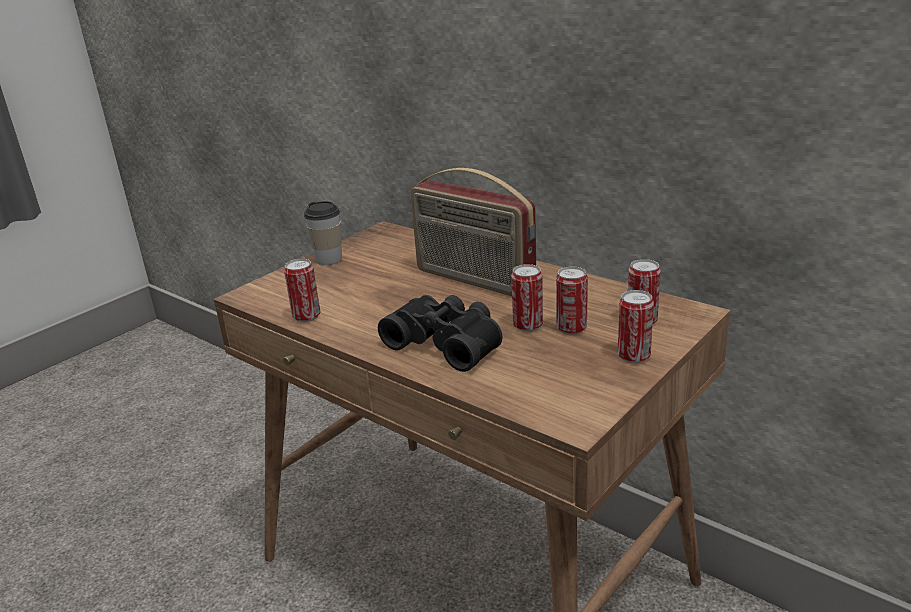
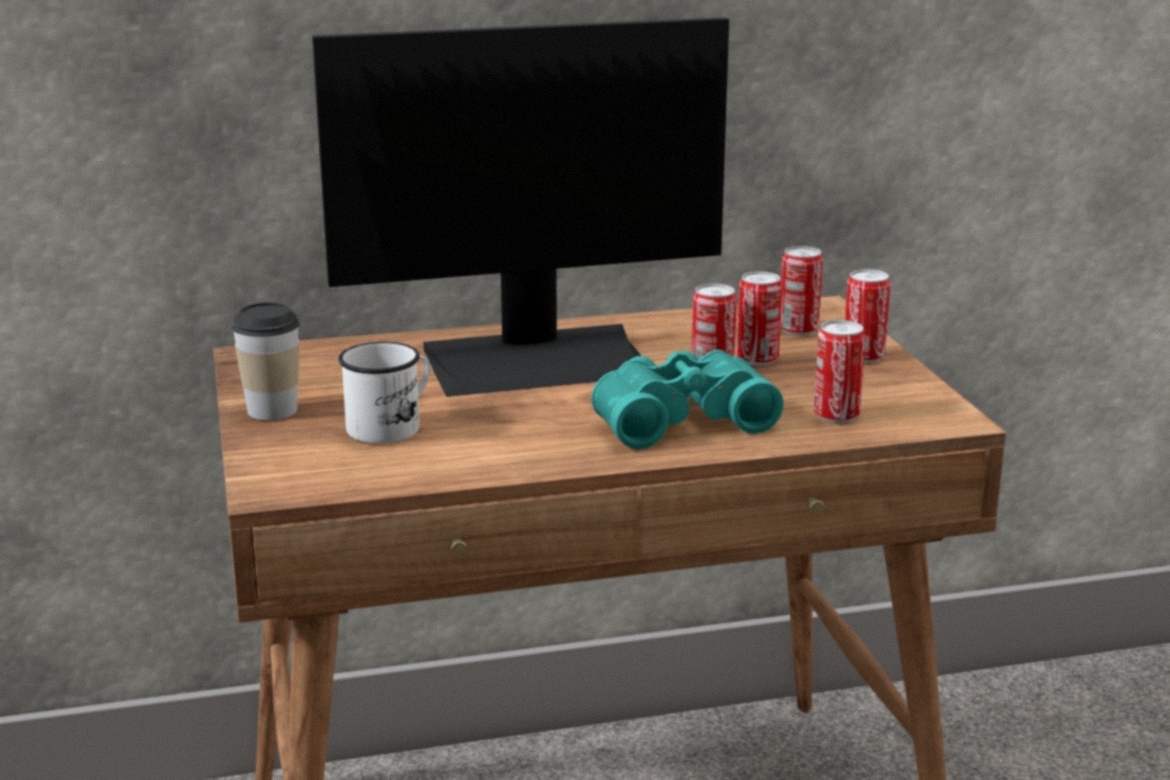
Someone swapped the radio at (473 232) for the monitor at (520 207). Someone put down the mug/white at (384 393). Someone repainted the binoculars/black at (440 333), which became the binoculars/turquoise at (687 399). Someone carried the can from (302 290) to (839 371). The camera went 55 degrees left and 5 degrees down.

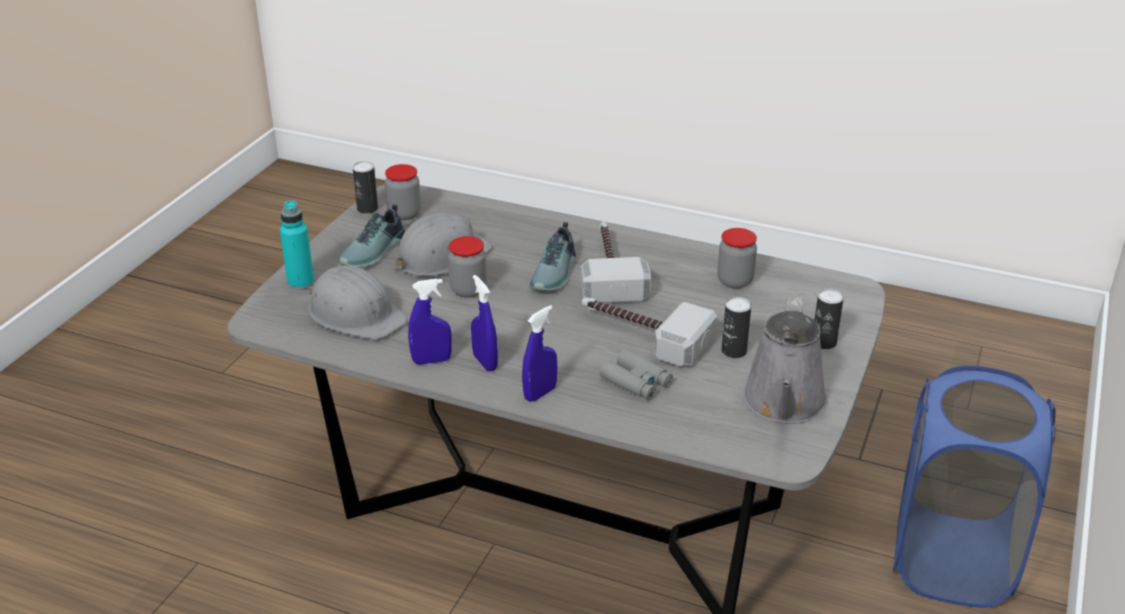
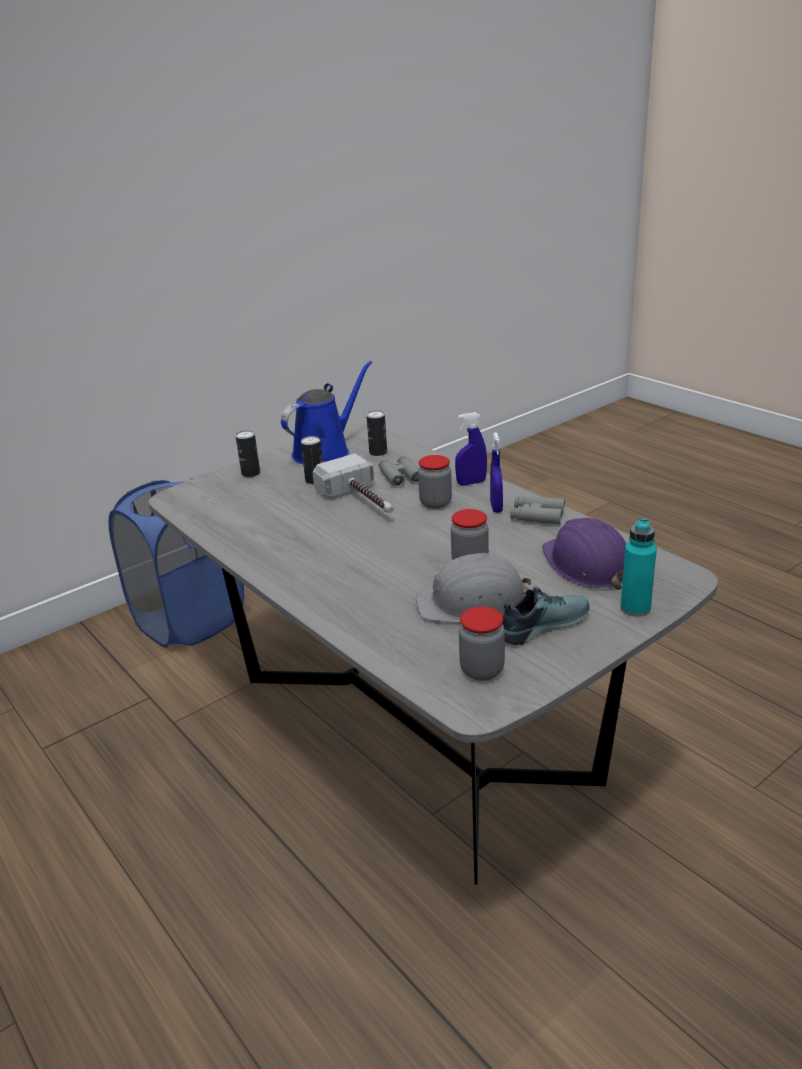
Someone repainted the watering can/grey at (784 360), which became the watering can/blue at (326 412). Someone carried the can from (365 187) to (376 433). Someone carried the jar from (737 258) to (435 482). Someone swapped the spray bottle/blue at (430 322) for the binoculars/grey at (537 510). Someone repainted the hard hat/grey at (357 303), which became the hard hat/purple at (584 554). Someone took away the shoe at (552 256). Someone took away the hammer at (616 262). The camera went 150 degrees left and 5 degrees down.

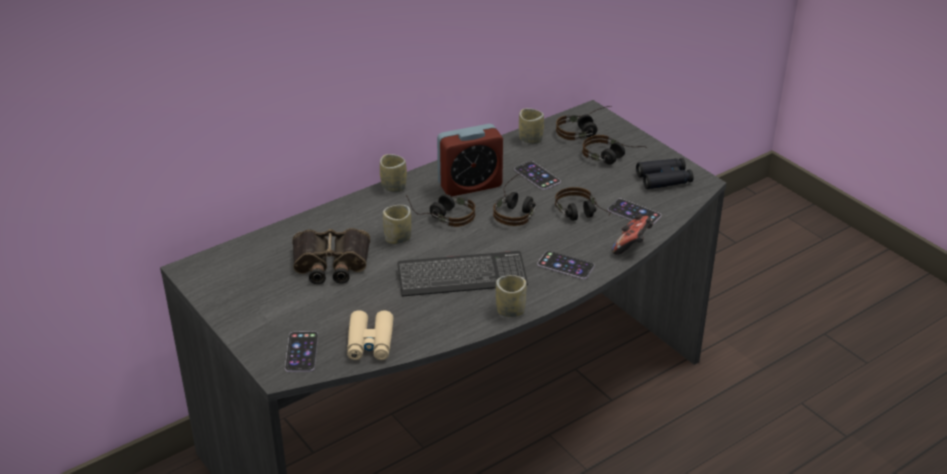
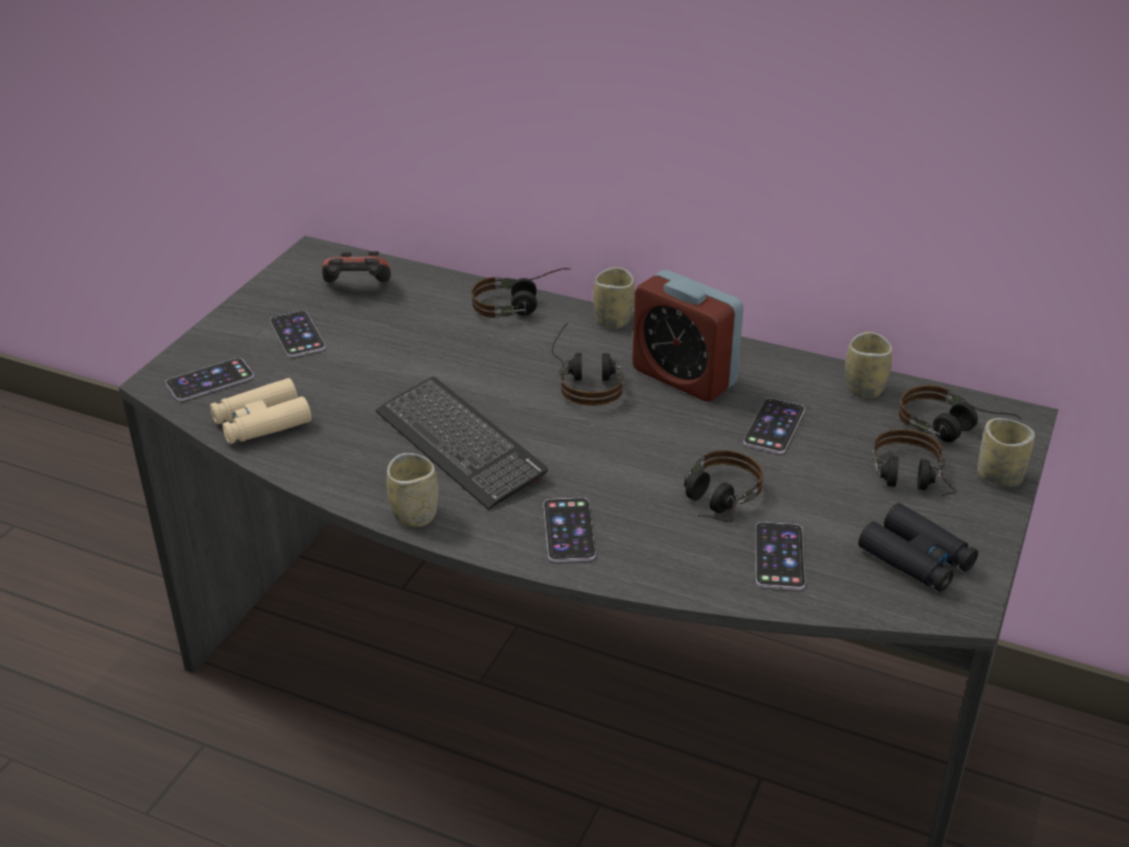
Someone put down the phone at (297 334). Someone carried the game controller from (632 234) to (356 267). Someone carried the headphones from (514 199) to (521 293). Someone carried the cup from (397 224) to (1006 452). Someone took away the binoculars at (331 256). The camera went 60 degrees right and 0 degrees up.

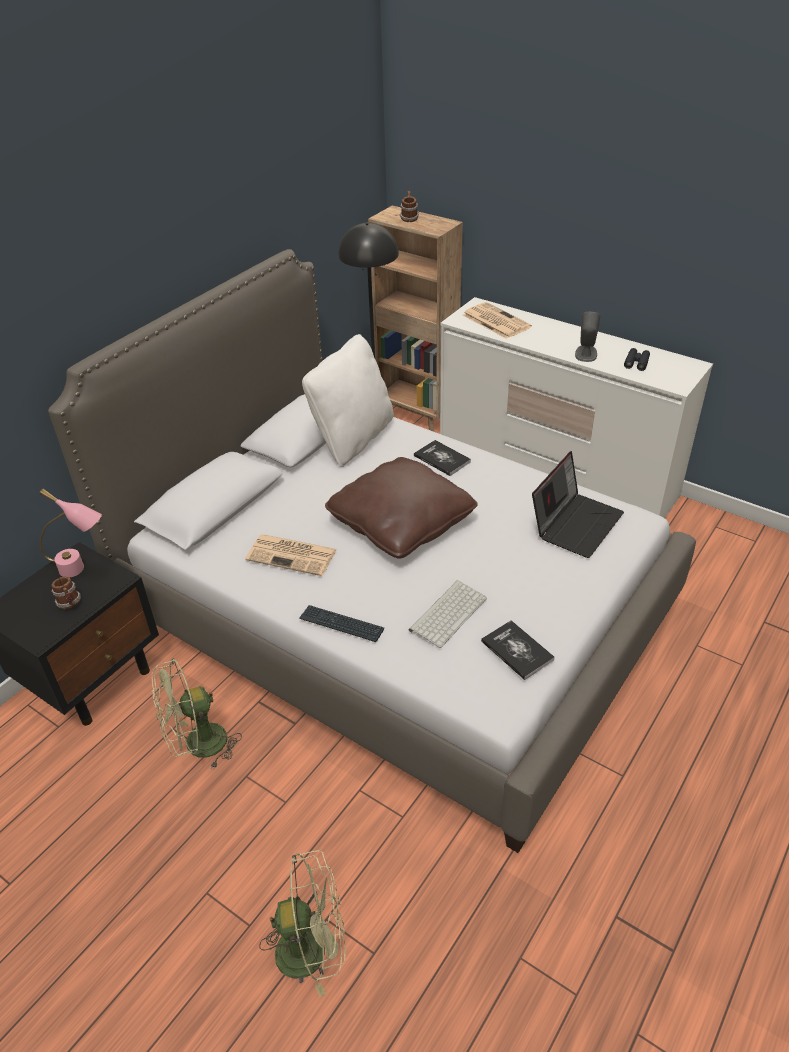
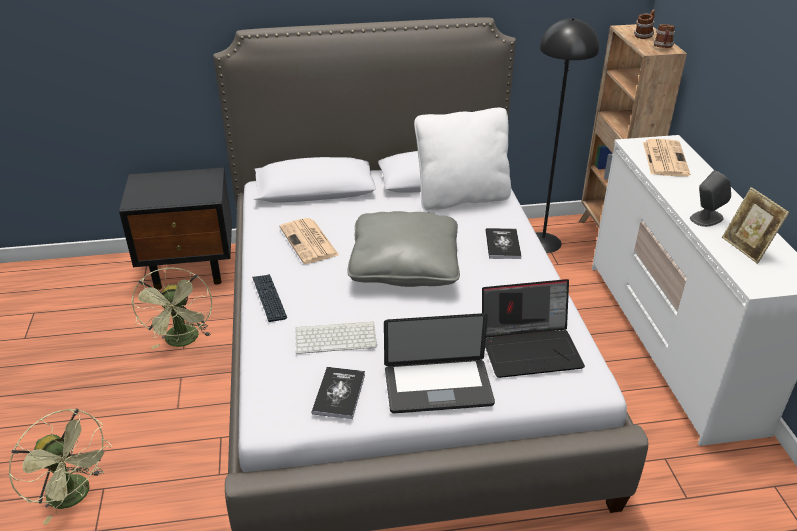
Someone rotated the fan/green at (197 713) by 120 degrees counterclockwise. Someone repainted the pillow/brown at (401 508), which became the pillow/grey at (403 249). Someone put down the laptop at (439 363). Someone carried the mug from (66 593) to (664 36). Someone swapped the binoculars/black at (637 359) for the picture frame at (756 225). Someone took away the table lamp/pink at (70 533). The camera went 45 degrees right and 5 degrees down.

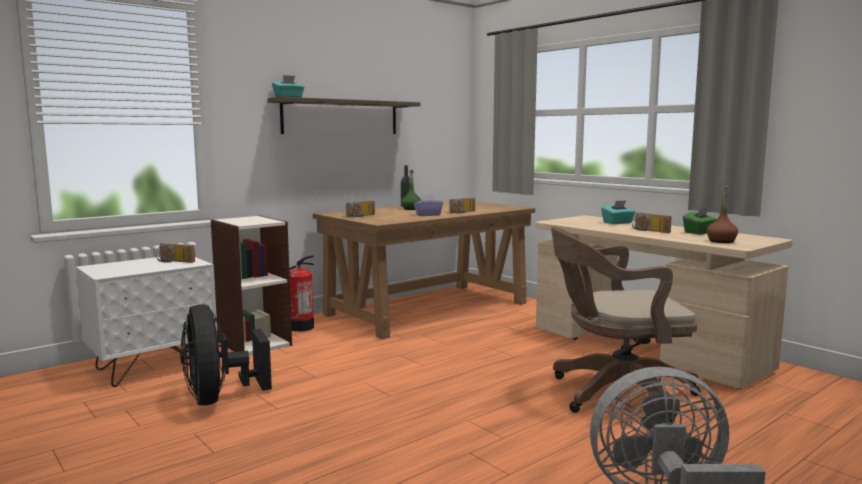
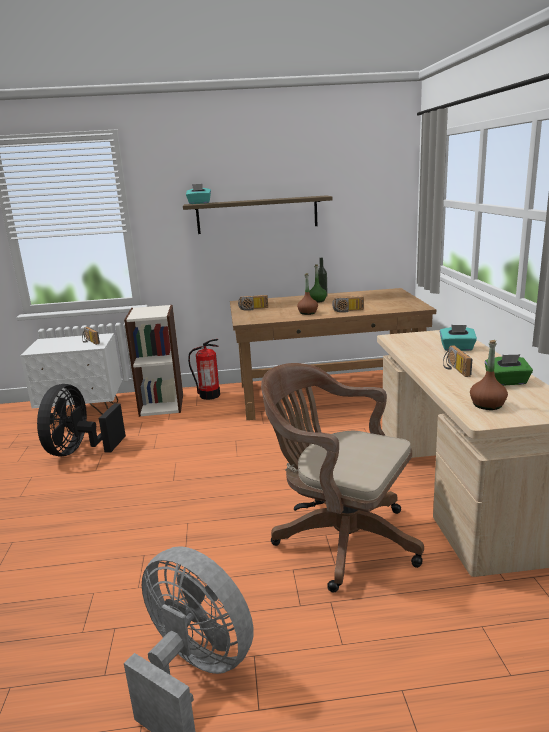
Someone swapped the tissue box/purple at (428 205) for the bottle/brown at (307 294). The camera went 35 degrees right and 10 degrees up.

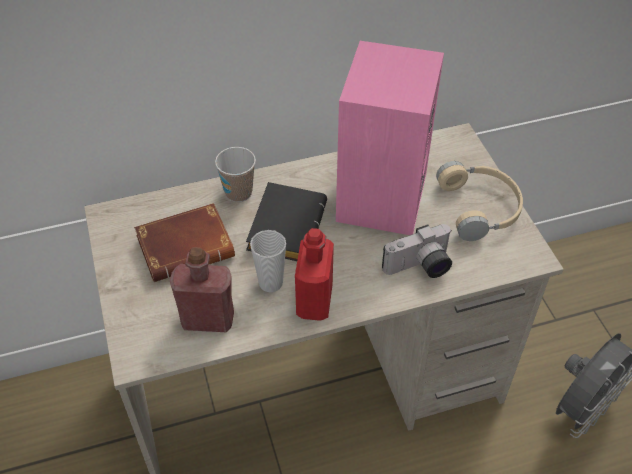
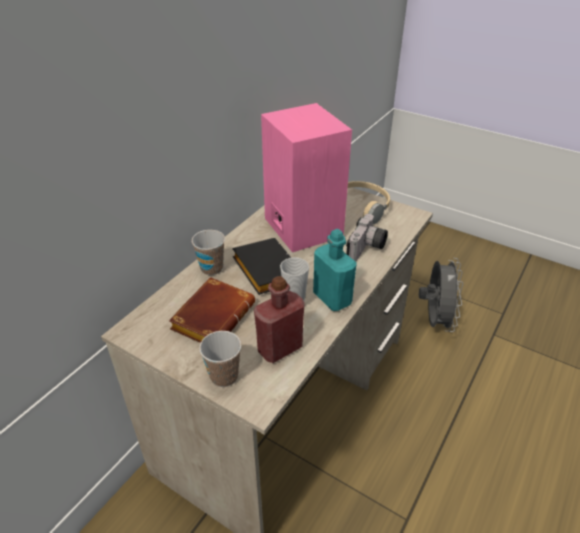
Someone put down the cup at (220 359). Someone repainted the bottle/red at (314 274), which became the bottle/turquoise at (335 270). The camera went 40 degrees left and 10 degrees down.

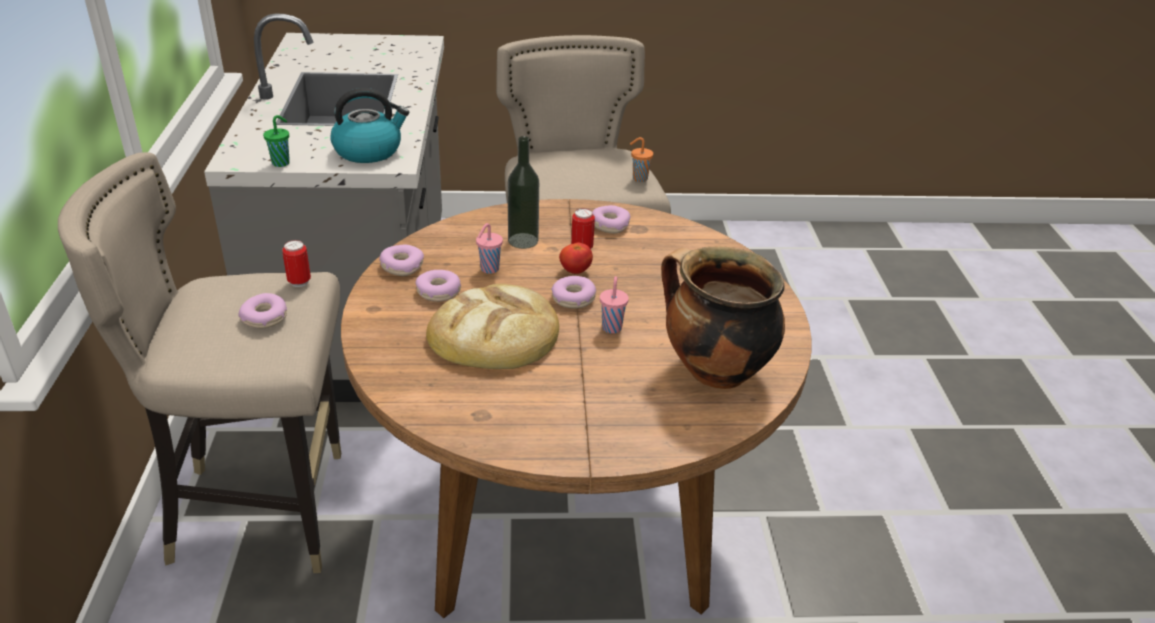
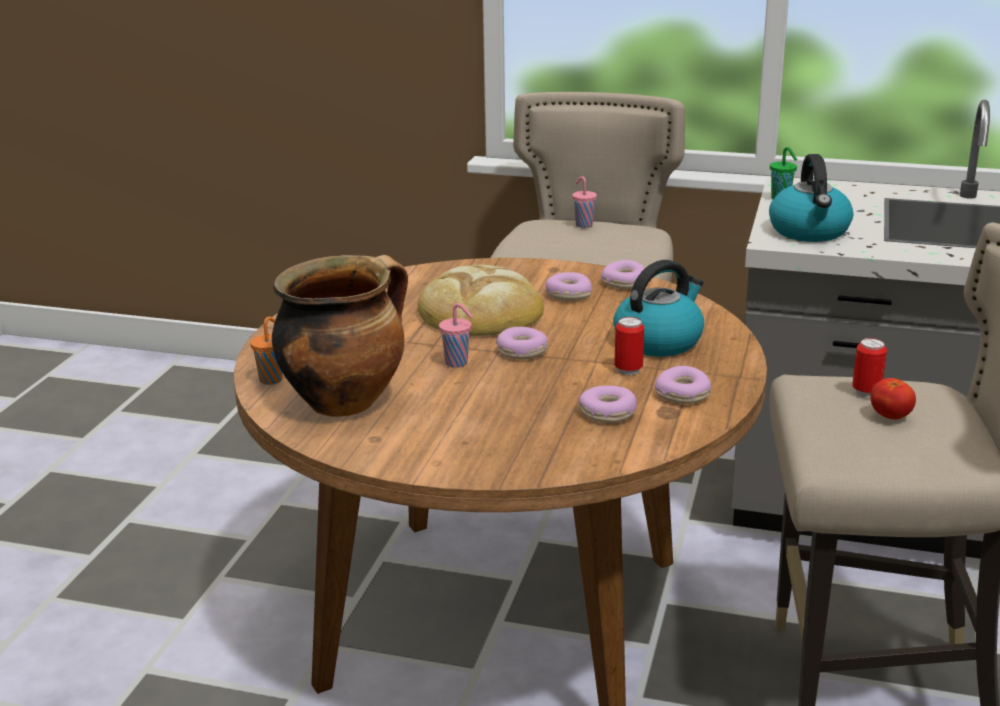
Someone carried the cup/orange from (641 159) to (266 350). Someone carried the cup/pink from (489 248) to (584 202). Someone carried the donut from (262 310) to (608 404). Someone swapped the bottle at (523 192) for the kettle at (658 308). Someone carried the can from (296 263) to (869 367). Someone carried the tomato from (576 258) to (893 398). The camera went 110 degrees right and 10 degrees down.

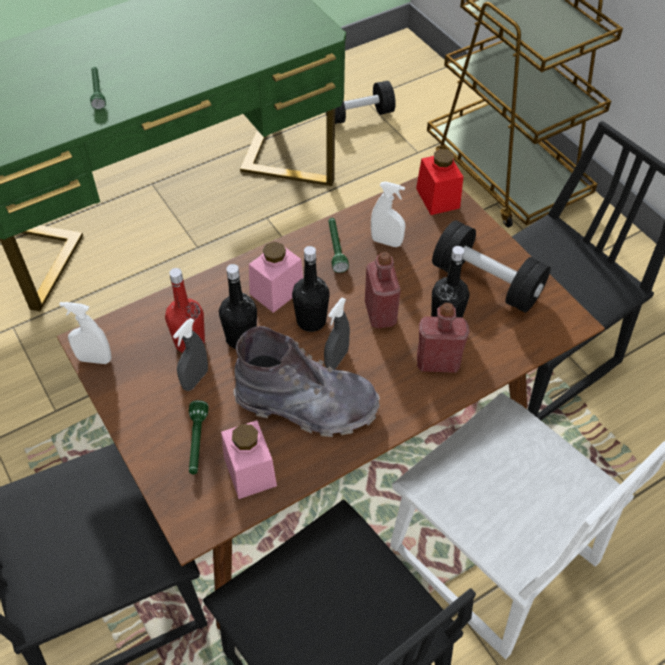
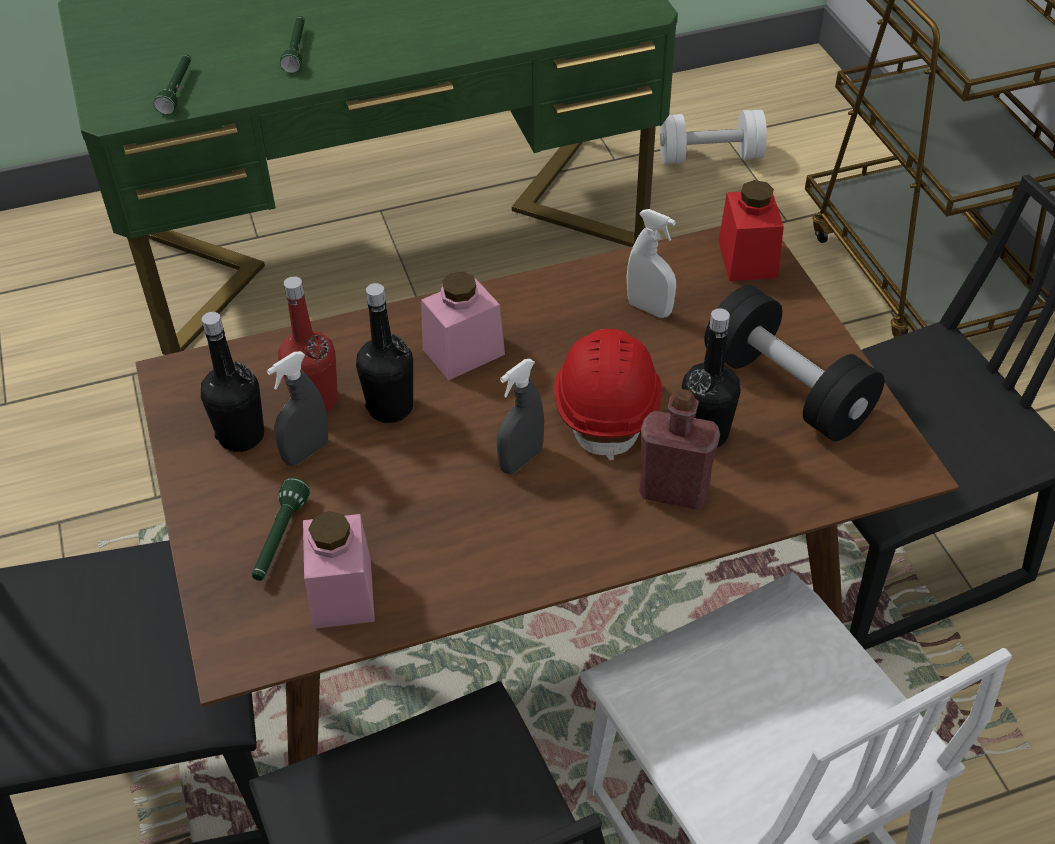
Someone carried the flashlight/green from (338 245) to (172 84). Someone carried the bottle/black from (311 289) to (232 382). Someone swapped the bottle/red at (383 290) for the hard hat/red at (608 394). Someone repainted the dumbbell/black at (361 102), which became the dumbbell/white at (713 137). Someone took away the spray bottle/white at (85 333). Someone took away the boot/grey at (306 381). The camera went 15 degrees right and 5 degrees down.

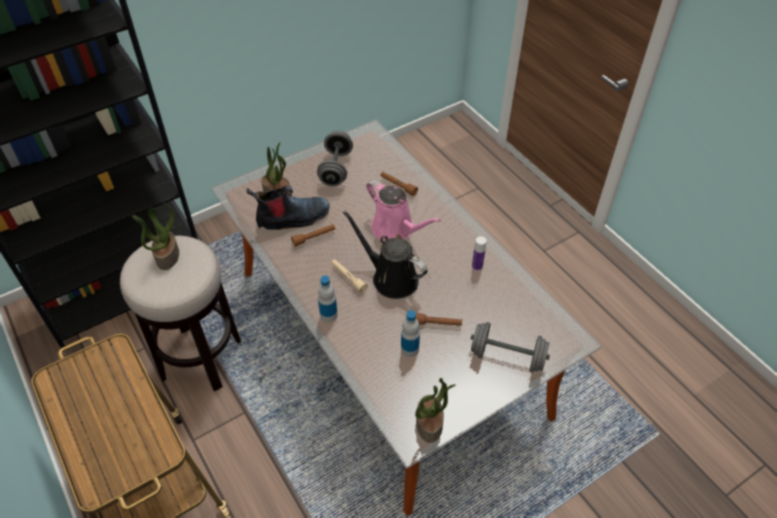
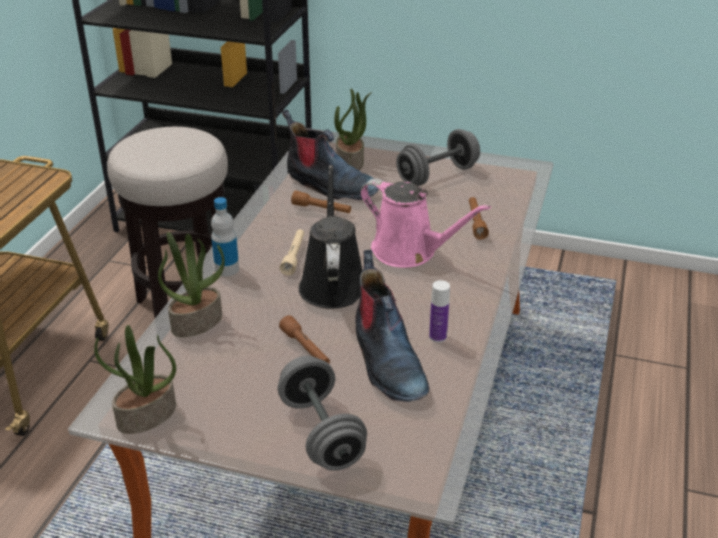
Someone carried the potted plant from (155 237) to (191 284). Someone put down the boot at (392 326). Someone rotated the watering can/pink at (403 211) by 60 degrees counterclockwise. Someone took away the bottle at (410 333). The camera went 50 degrees right and 15 degrees down.

